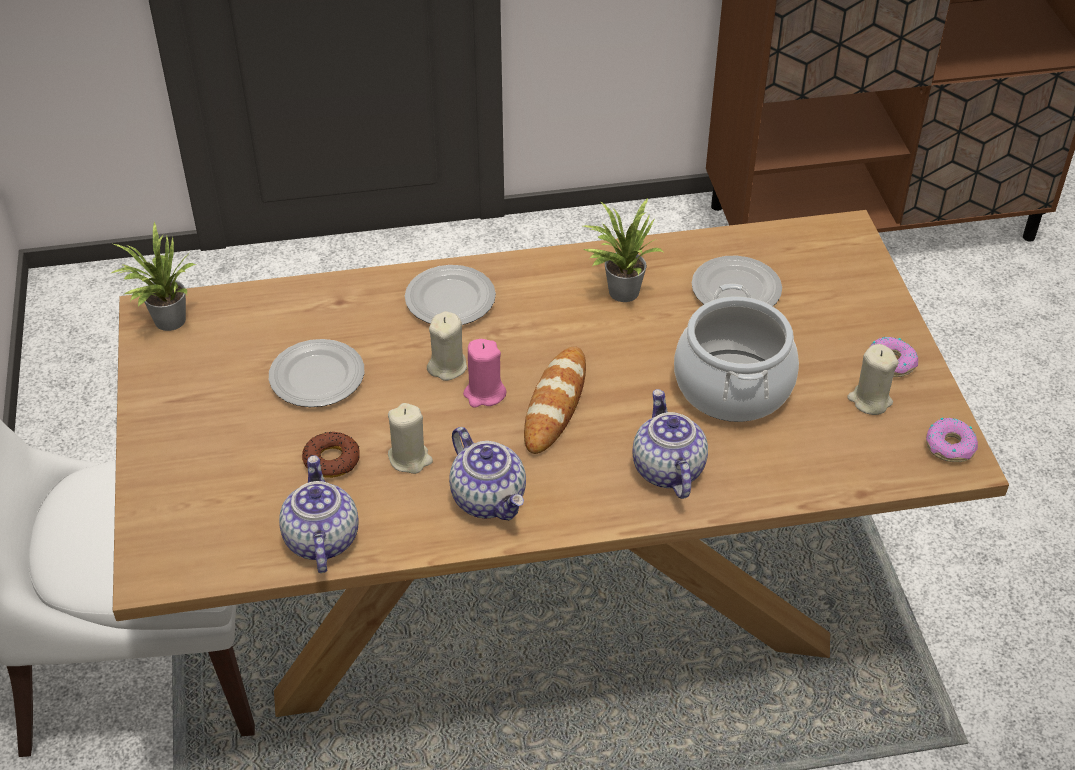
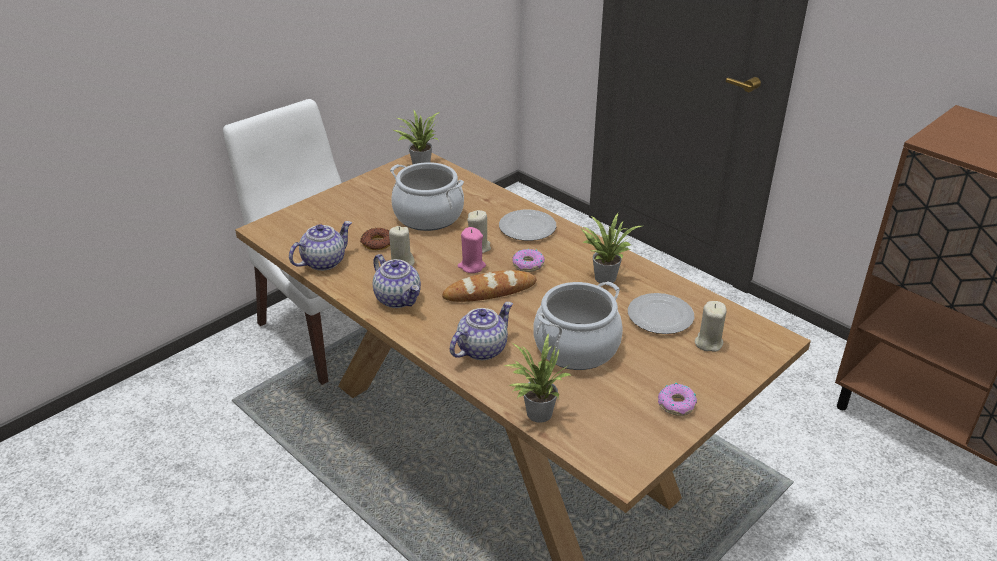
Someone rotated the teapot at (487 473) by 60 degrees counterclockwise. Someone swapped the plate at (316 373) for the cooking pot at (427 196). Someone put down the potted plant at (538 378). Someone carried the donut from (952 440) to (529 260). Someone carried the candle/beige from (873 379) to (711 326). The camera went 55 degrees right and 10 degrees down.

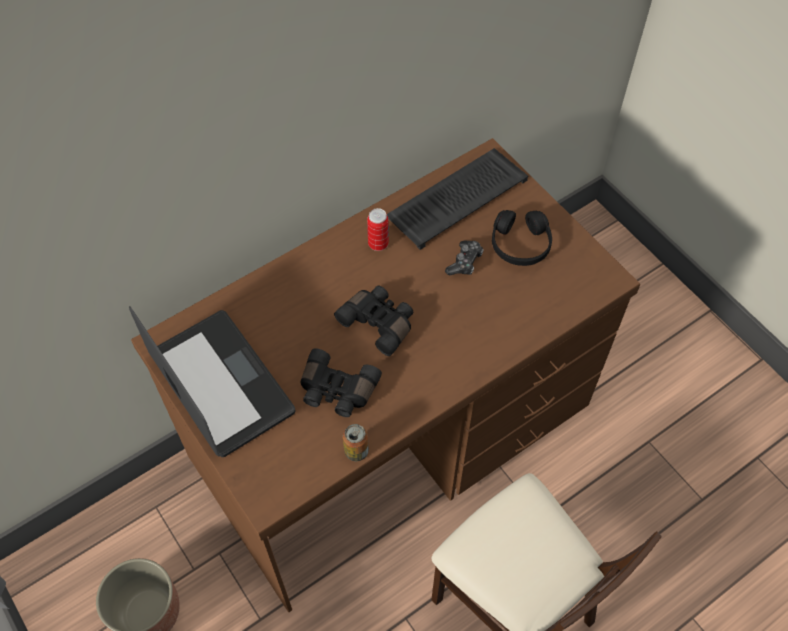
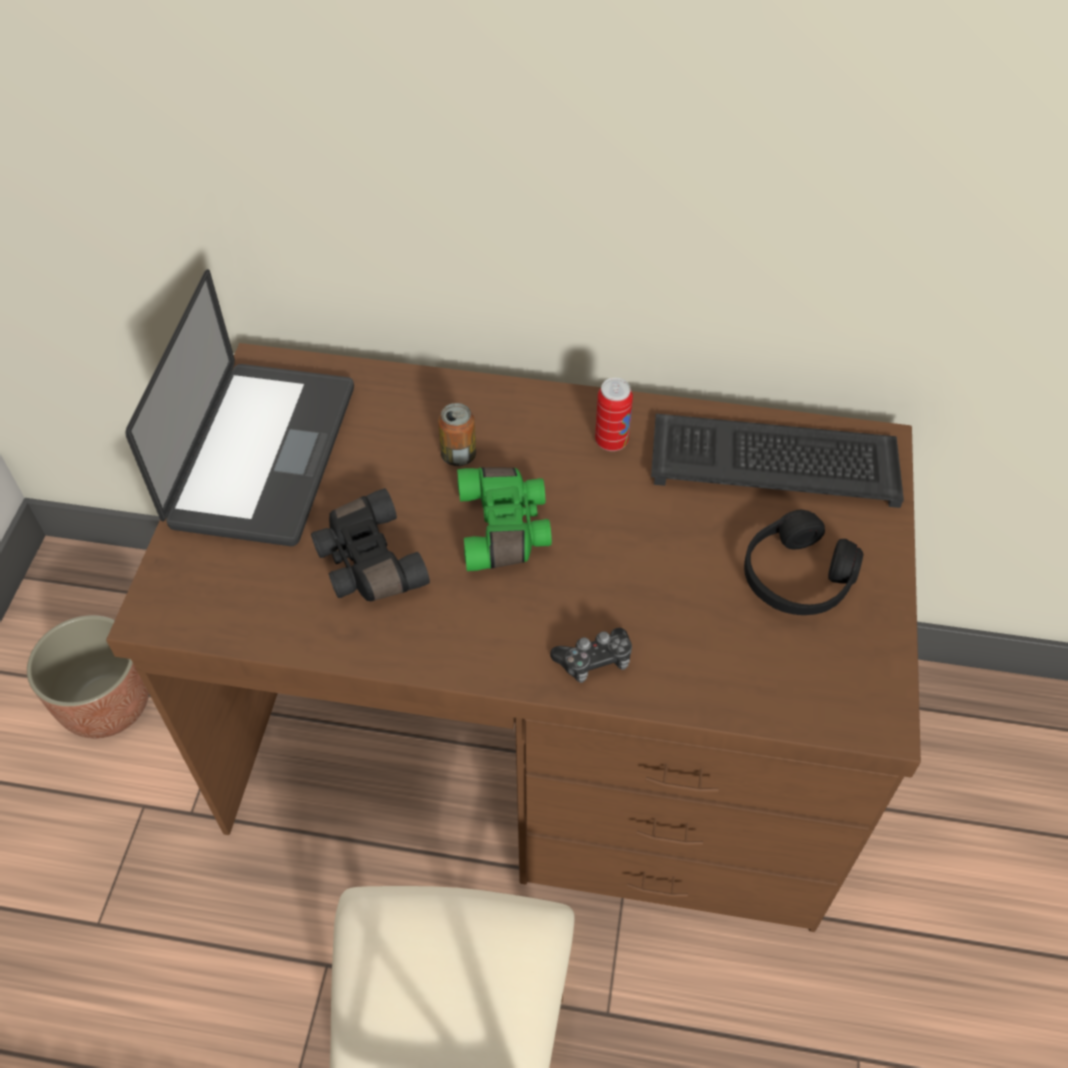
Someone carried the can from (356 442) to (457 434). Someone repainted the binoculars/black at (373 320), which became the binoculars/green at (504 519). Someone carried the game controller from (464 257) to (591 655). The camera went 45 degrees right and 5 degrees down.

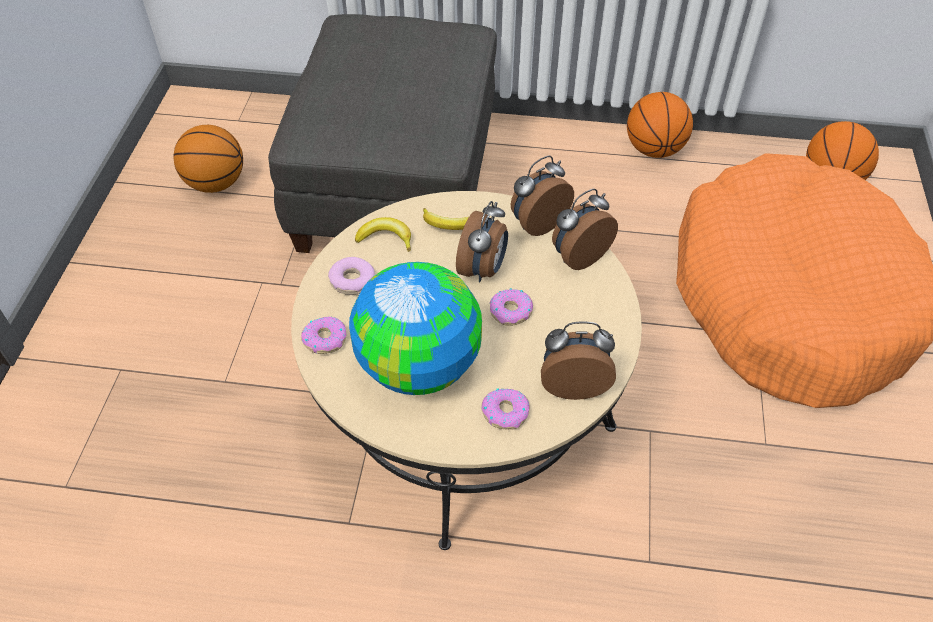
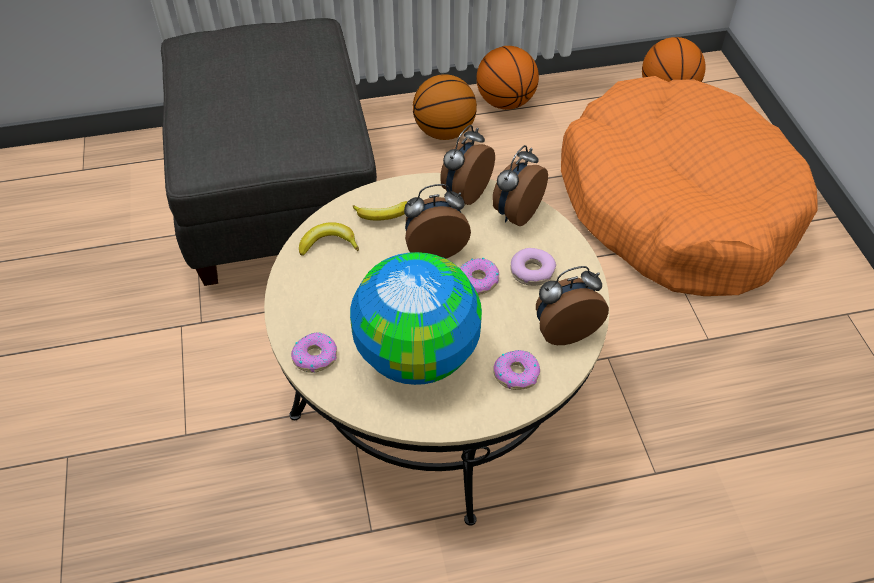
Someone rotated the alarm clock at (482 241) by 105 degrees counterclockwise. Someone carried the basketball from (208 159) to (445 107). Someone carried the donut from (351 276) to (533 267). The camera went 20 degrees left and 0 degrees up.

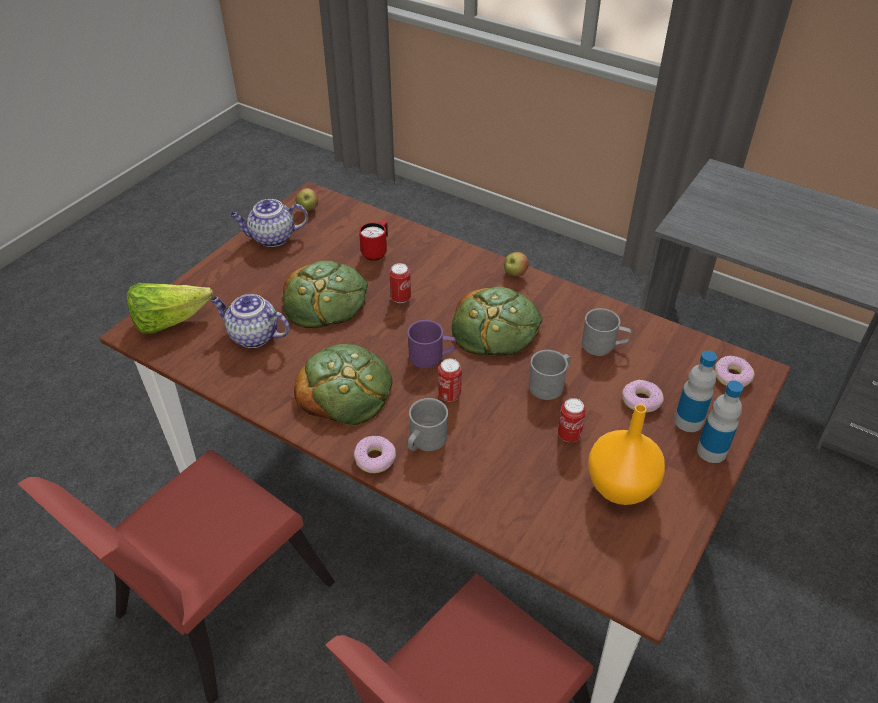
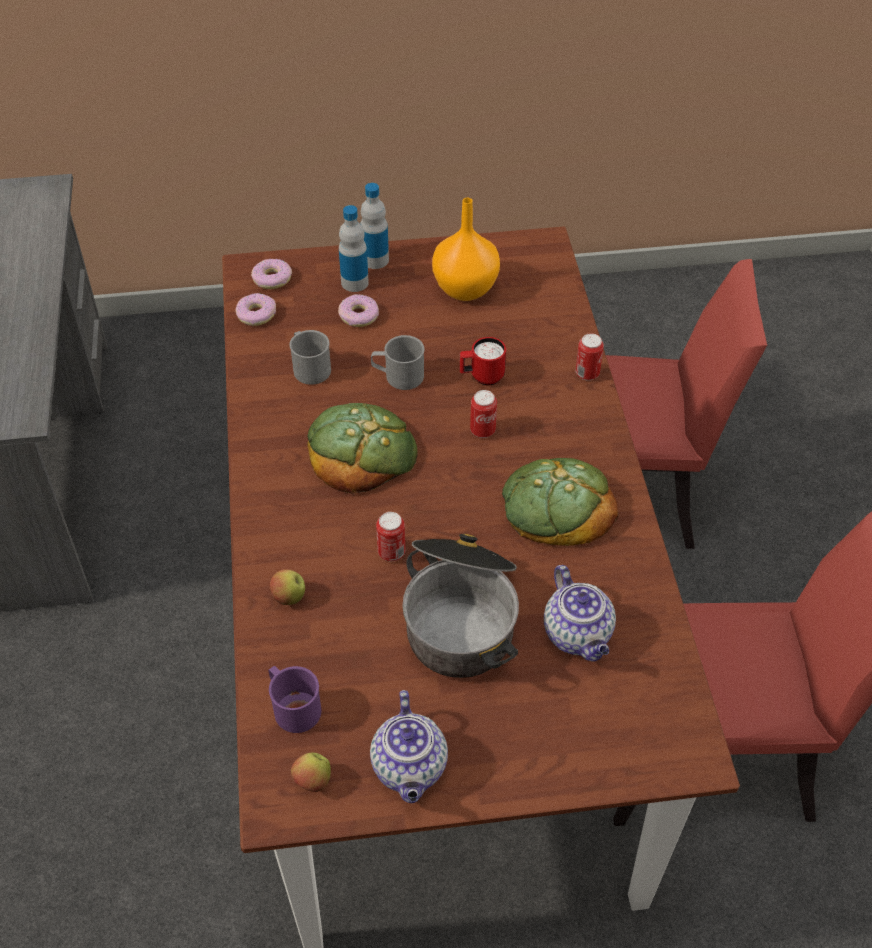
Someone carried the donut from (375 454) to (255 309). Someone carried the mug/purple from (431 344) to (294 699). Someone carried the apple from (516 264) to (287 587). Someone rotated the teapot at (269 223) by 45 degrees clockwise. Someone swapped the bread at (325 294) for the cooking pot at (460 606). Someone carried the mug/red from (373 240) to (483 361). Someone carried the can from (572 420) to (589 357). Someone took away the lettuce at (170 308). Someone took away the mug/grey at (428 424). The camera went 130 degrees left and 5 degrees up.

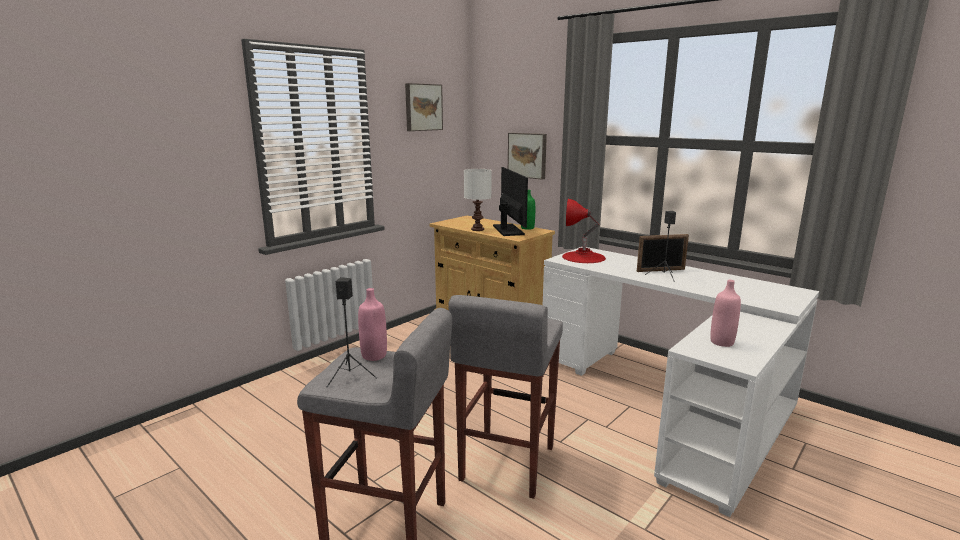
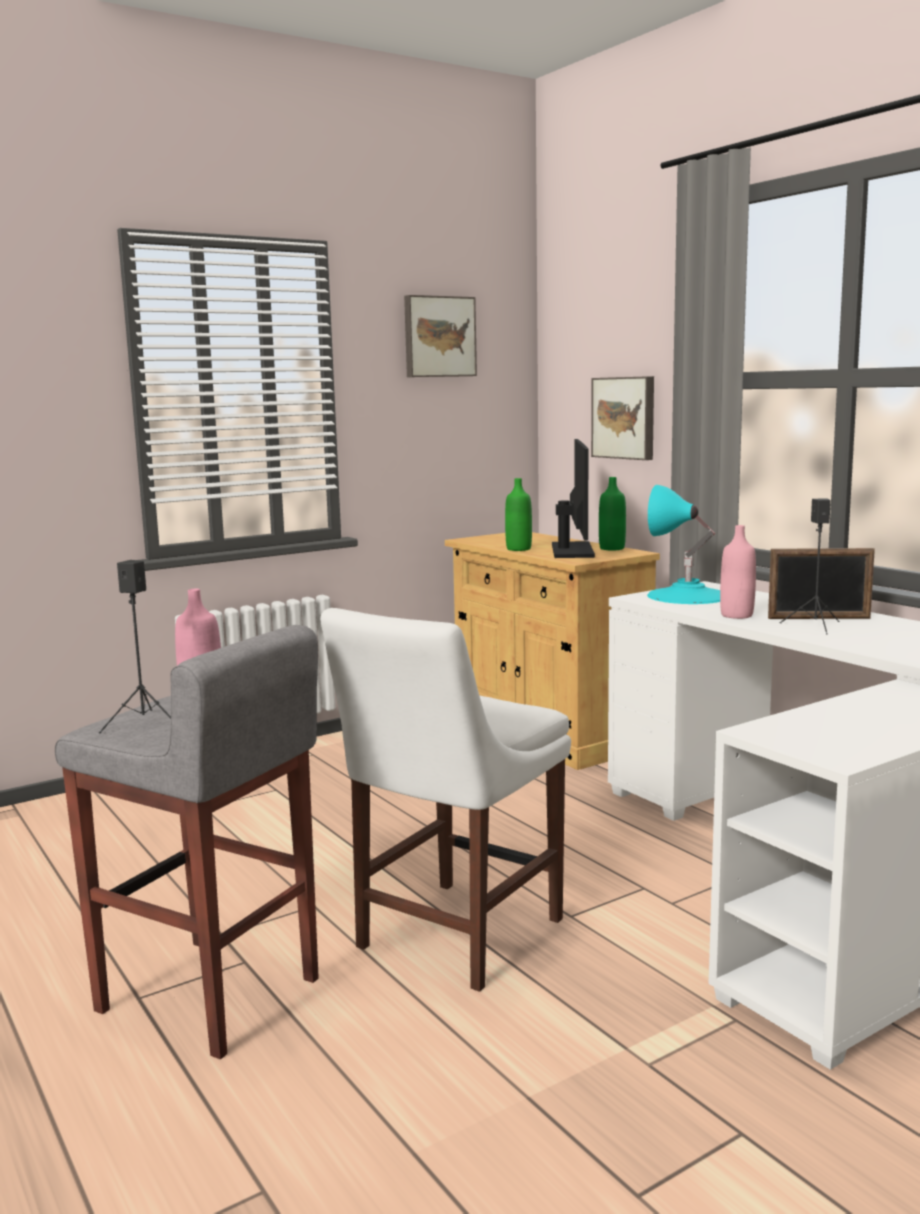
Someone swapped the stool/grey at (505 397) for the chair/white at (445 800). Someone swapped the table lamp/white at (478 200) for the bottle/green at (518 514). Someone repainted the table lamp/red at (584 231), which became the table lamp/turquoise at (683 544). Someone carried the bottle/pink from (725 313) to (738 572). The camera went 15 degrees right and 5 degrees down.

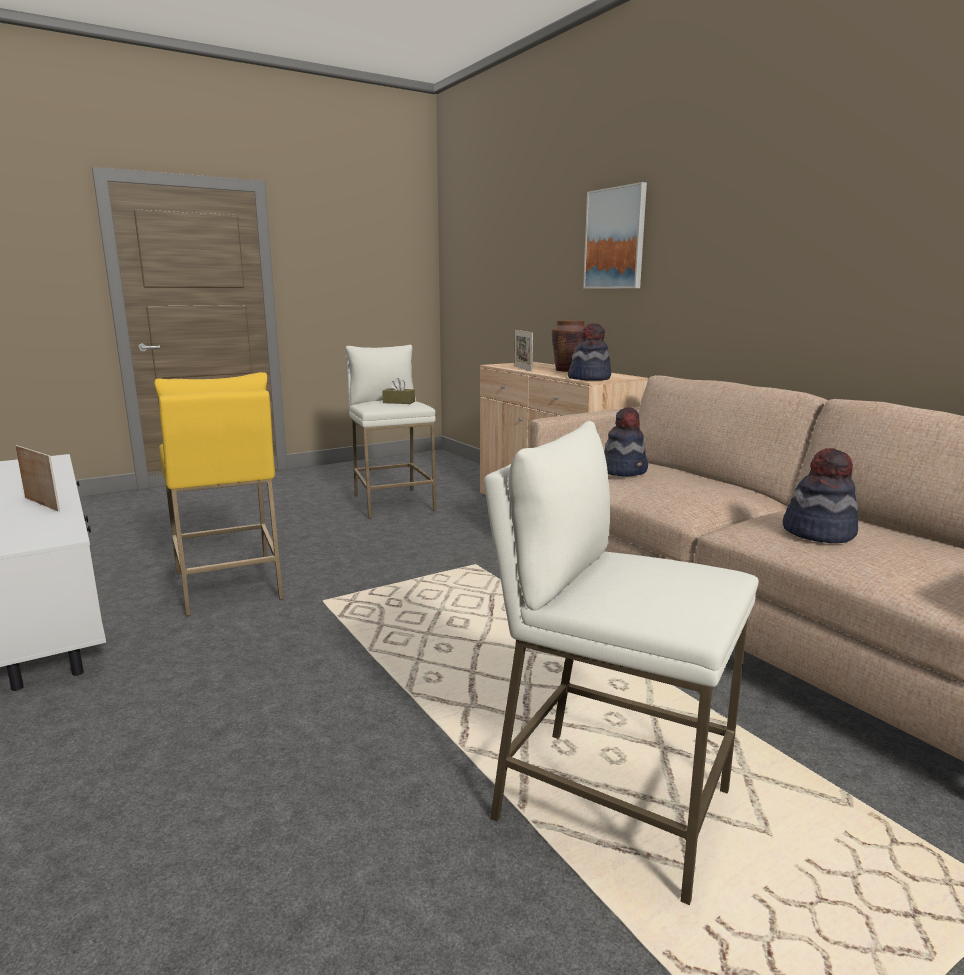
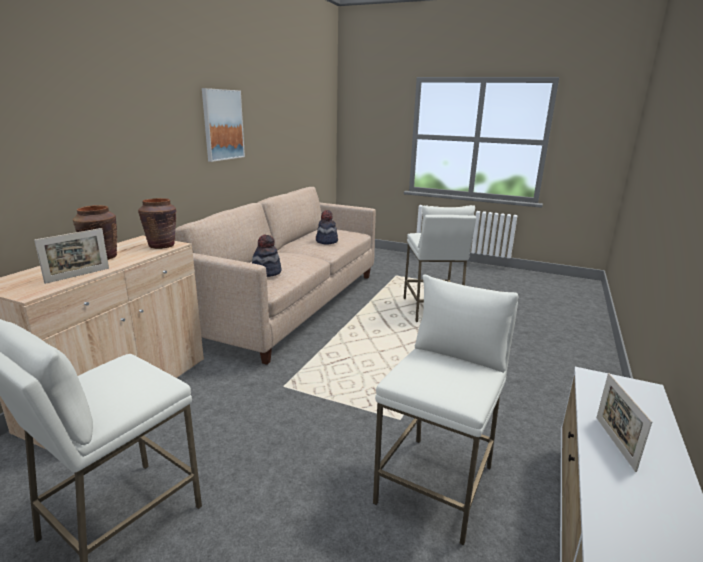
Someone swapped the hat at (589 352) for the vase/brown at (157 223). Someone carried the picture from (615 235) to (223 125). Someone repainted the stool/yellow at (219 494), which became the stool/white at (445 410). Someone took away the tissue box/brown at (398 391). The camera went 125 degrees left and 5 degrees up.

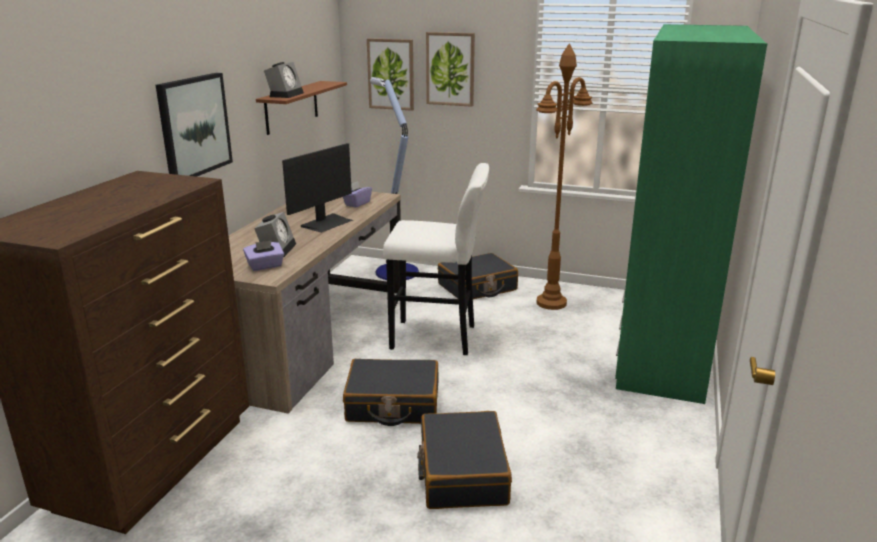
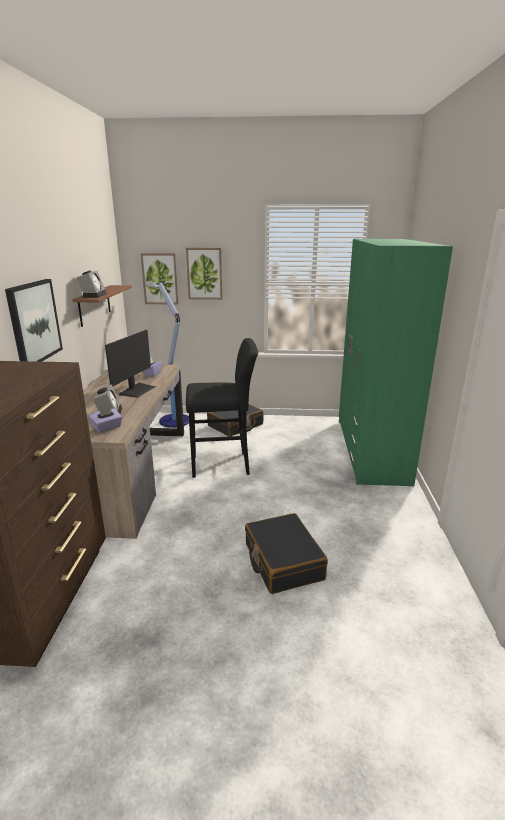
Someone repainted the stool/white at (436 259), which became the stool/black at (222 408). Someone took away the suitcase/black at (390 392). Someone took away the floor lamp/brown at (564 177). The camera went 15 degrees left and 0 degrees up.

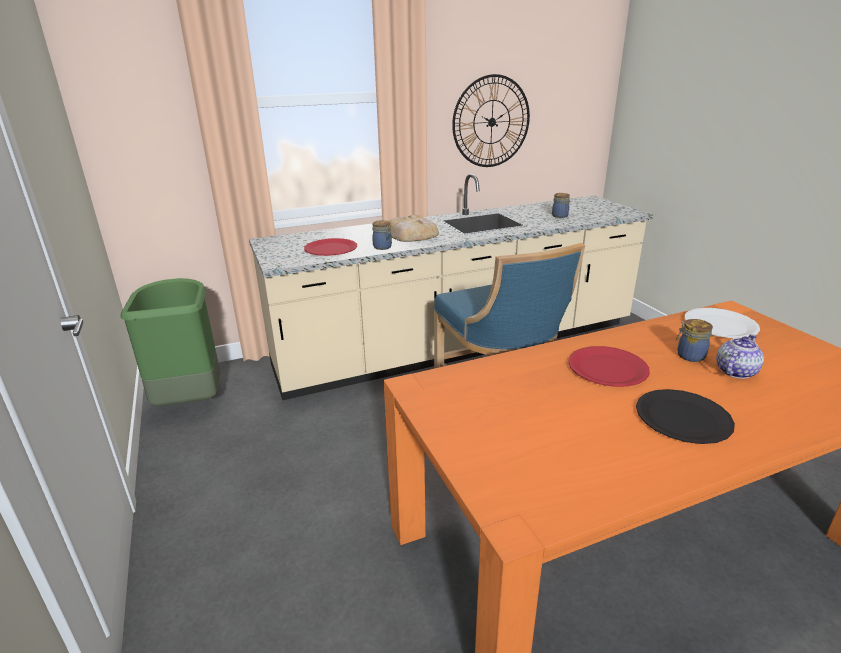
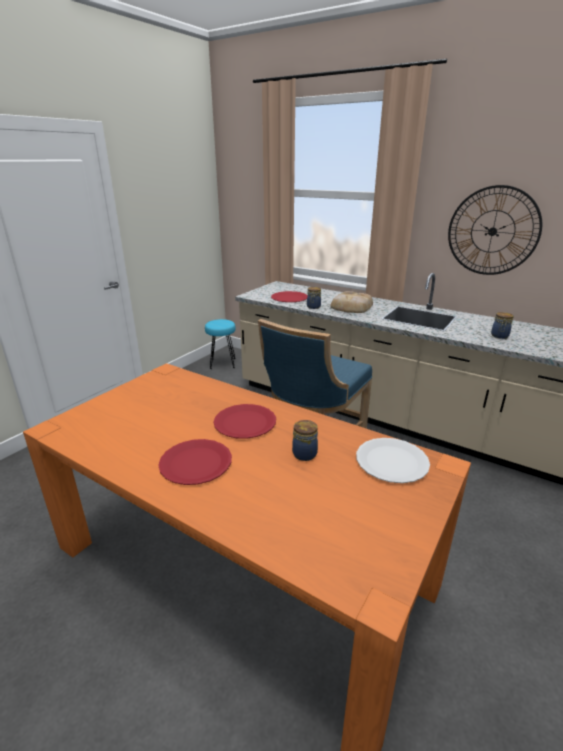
Someone repainted the plate/black at (685 416), which became the plate/red at (195 462). Someone swapped the trash can/green at (170 342) for the stool/turquoise at (220 344). Someone took away the teapot at (740 356). The camera went 55 degrees right and 0 degrees up.

